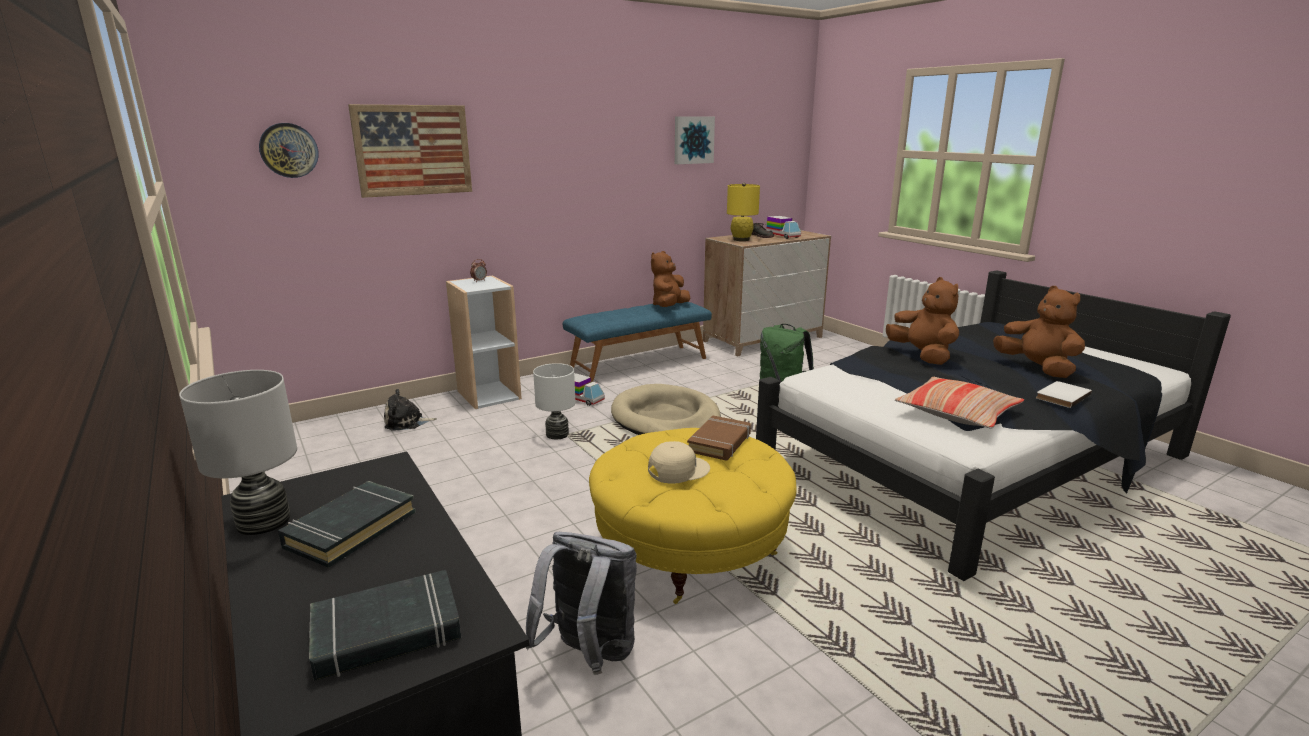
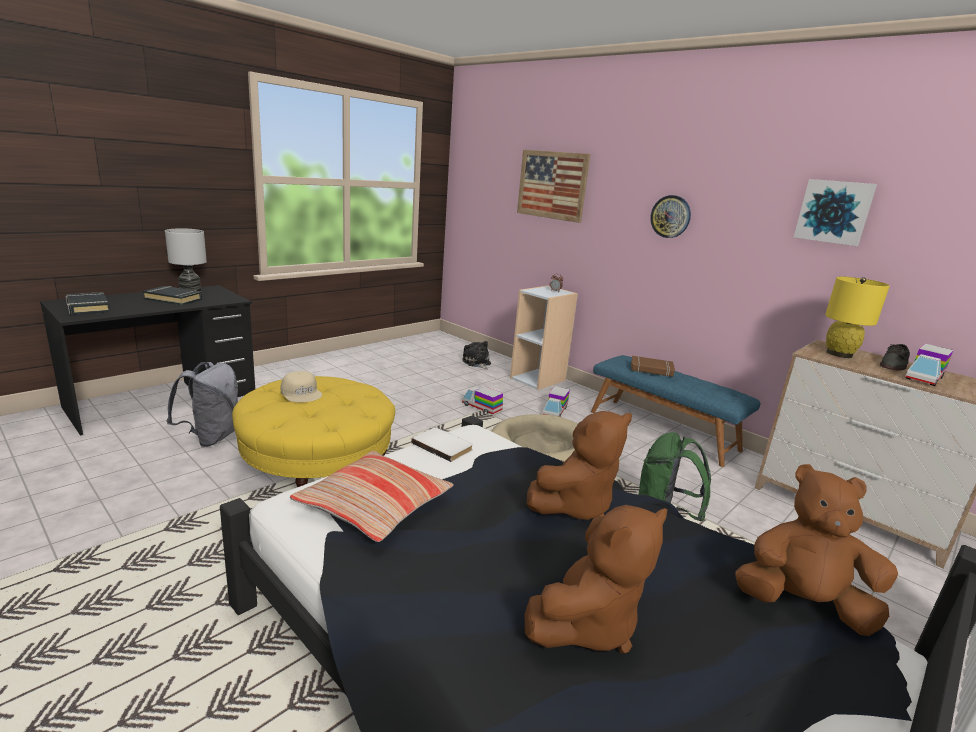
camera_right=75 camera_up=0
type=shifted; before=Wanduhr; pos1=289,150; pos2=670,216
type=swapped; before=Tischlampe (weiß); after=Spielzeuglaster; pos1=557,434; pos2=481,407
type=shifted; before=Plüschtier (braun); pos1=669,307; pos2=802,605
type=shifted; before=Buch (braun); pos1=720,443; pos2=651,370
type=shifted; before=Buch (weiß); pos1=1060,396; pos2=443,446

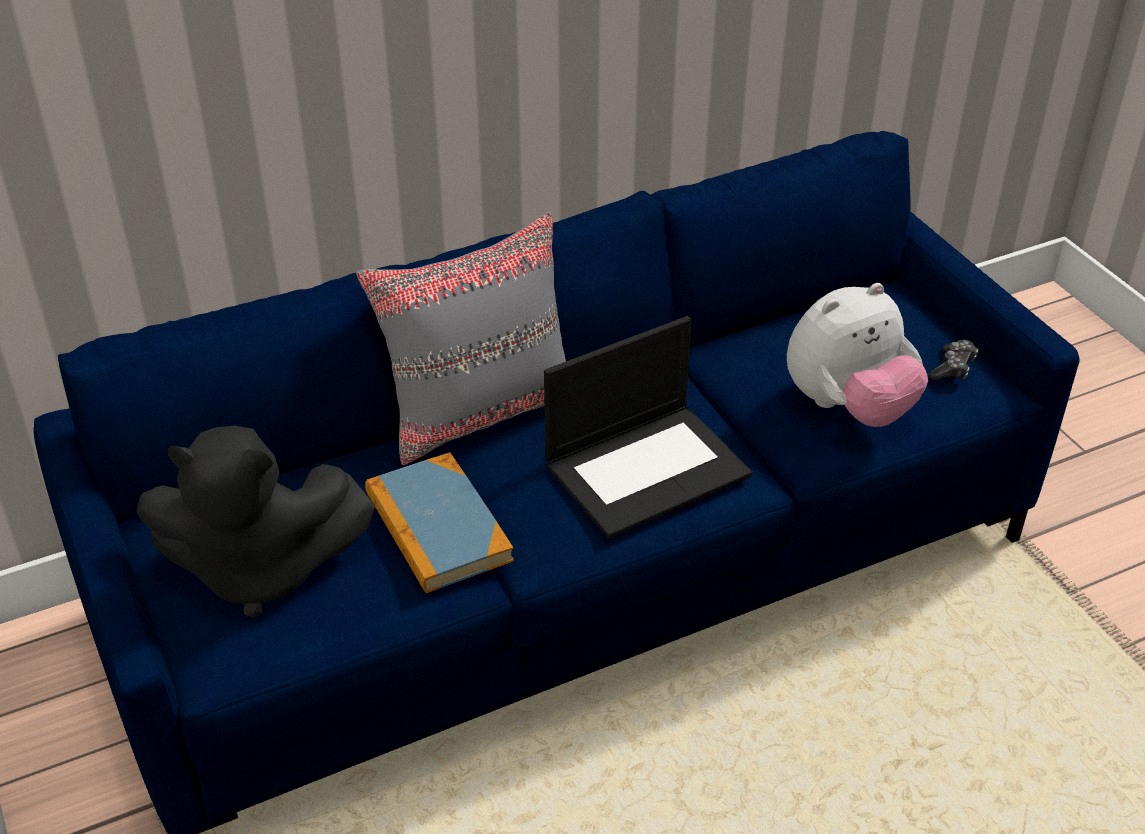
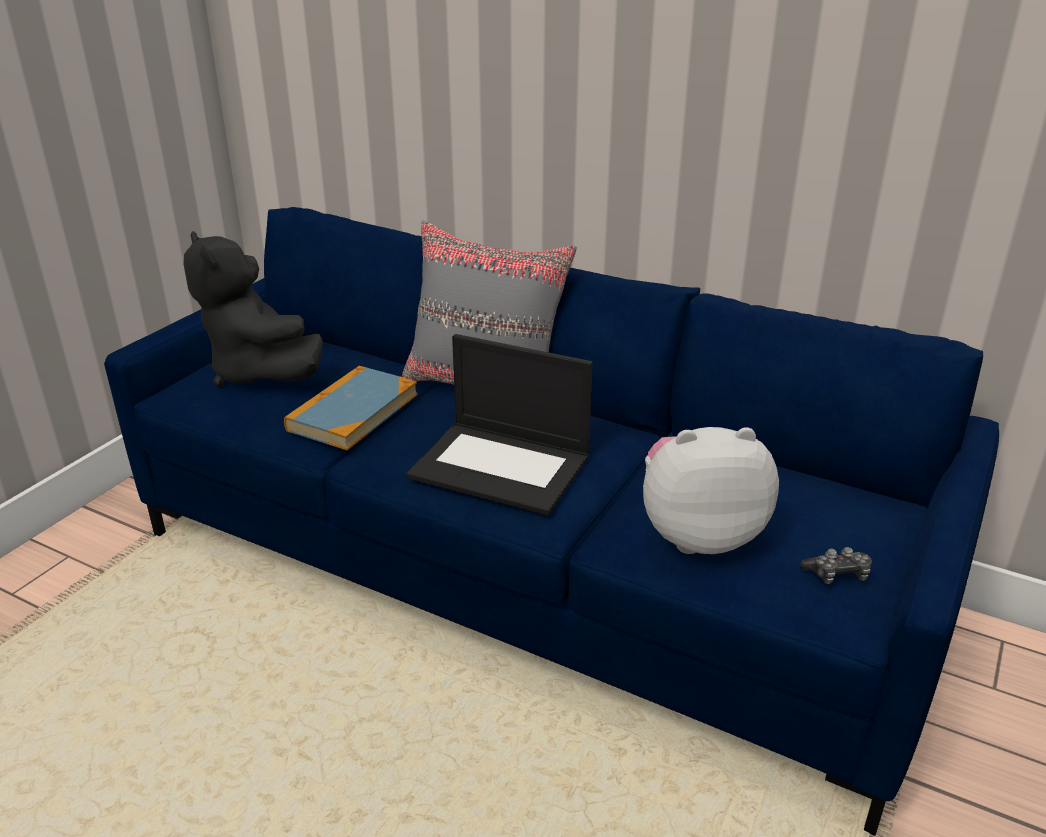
camera_right=55 camera_up=-10
type=rotated; before=Plüschtier; pos1=848,407; pos2=698,534; turn=150

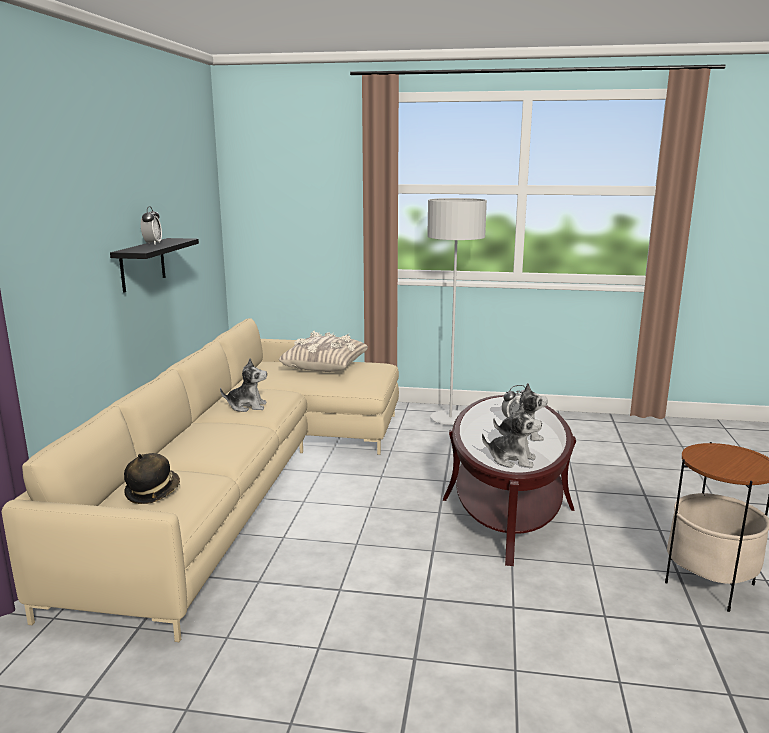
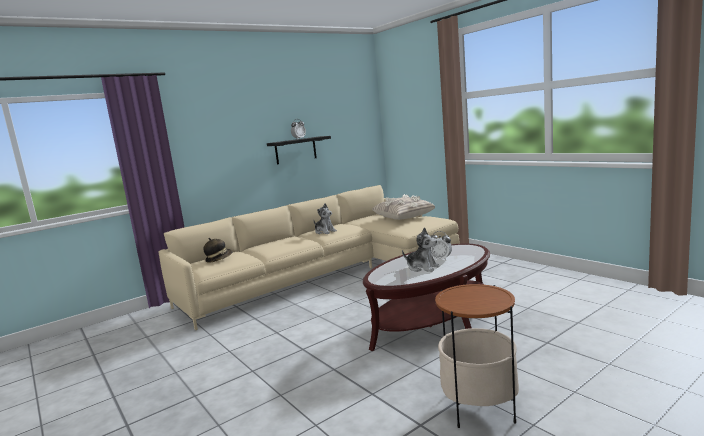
camera_right=45 camera_up=-5
type=gone; before=Stehlampe (grau); pos1=450,419
type=gone; before=Plüschtier; pos1=512,460

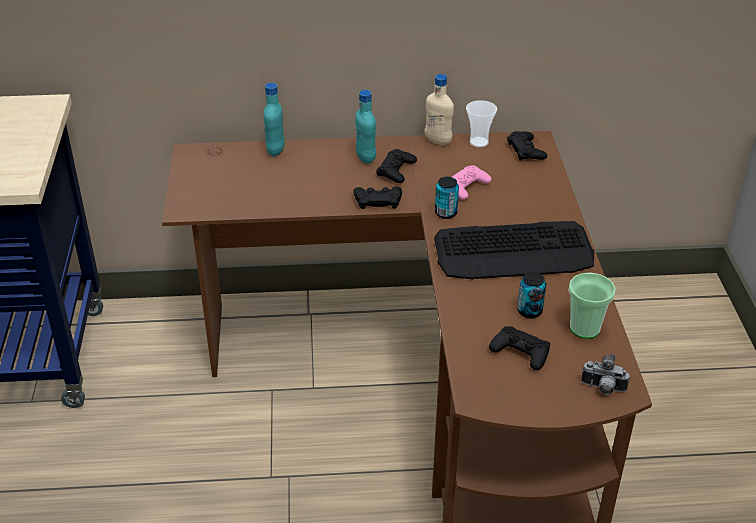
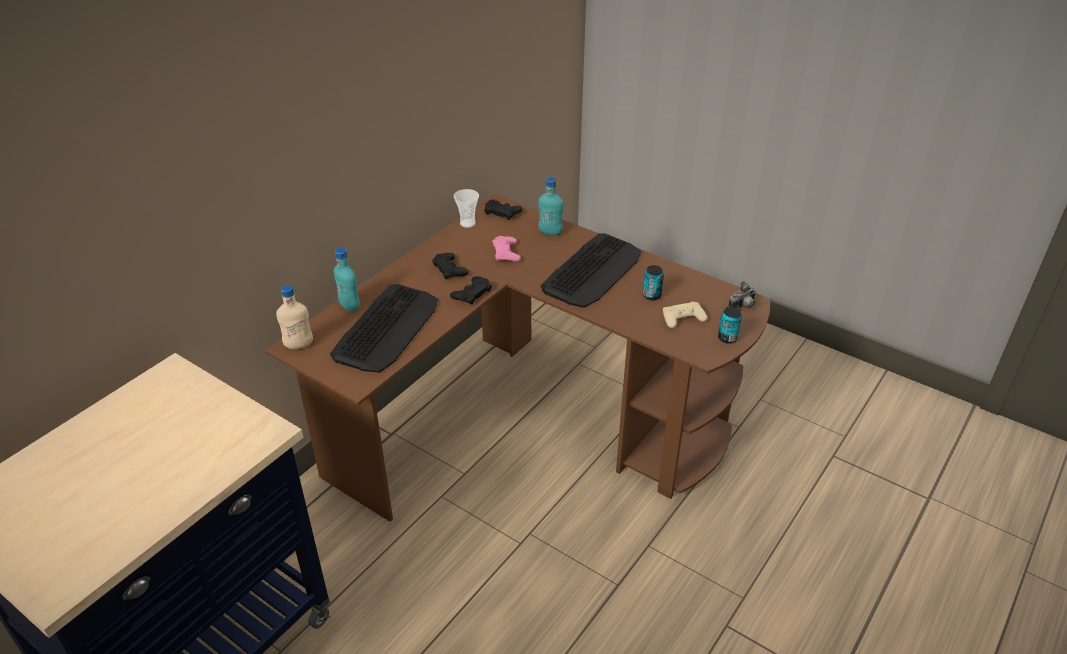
camera_right=-50 camera_up=0
type=shifted; before=Flasche (türkis); pos1=365,158; pos2=550,232
type=shifted; before=Flasche (beige); pos1=438,141; pos2=299,345
type=shifted; before=Dose; pos1=445,213; pos2=727,338
type=repainted; before=Gamepad (schwarz); after=Gamepad (beige); pos1=520,352; pos2=683,318
type=gone; before=Tasse; pos1=585,328
type=new; after=Tastatur; pos2=387,328

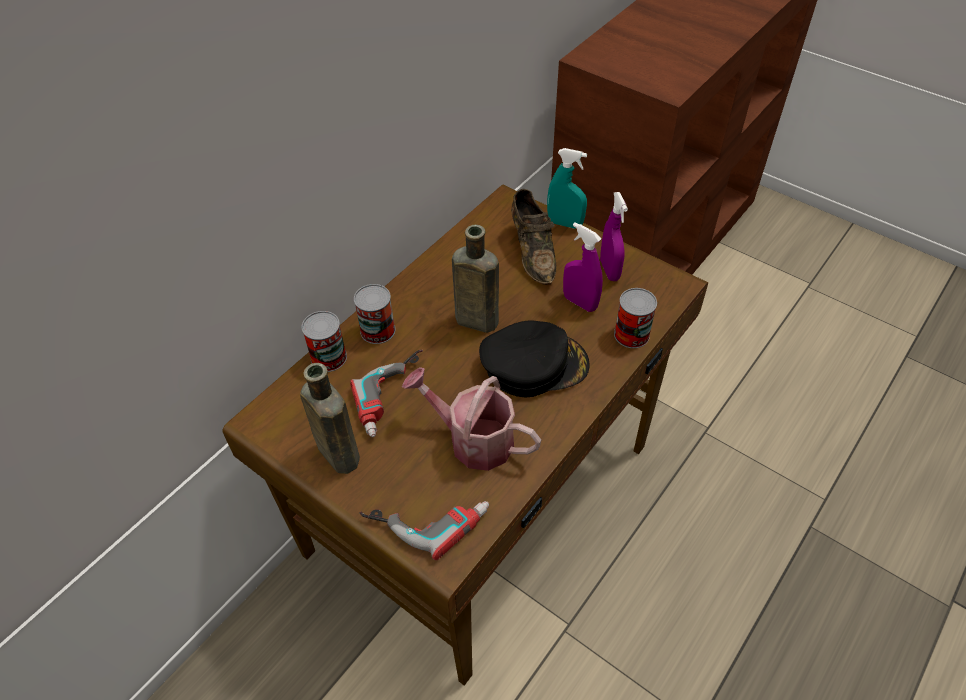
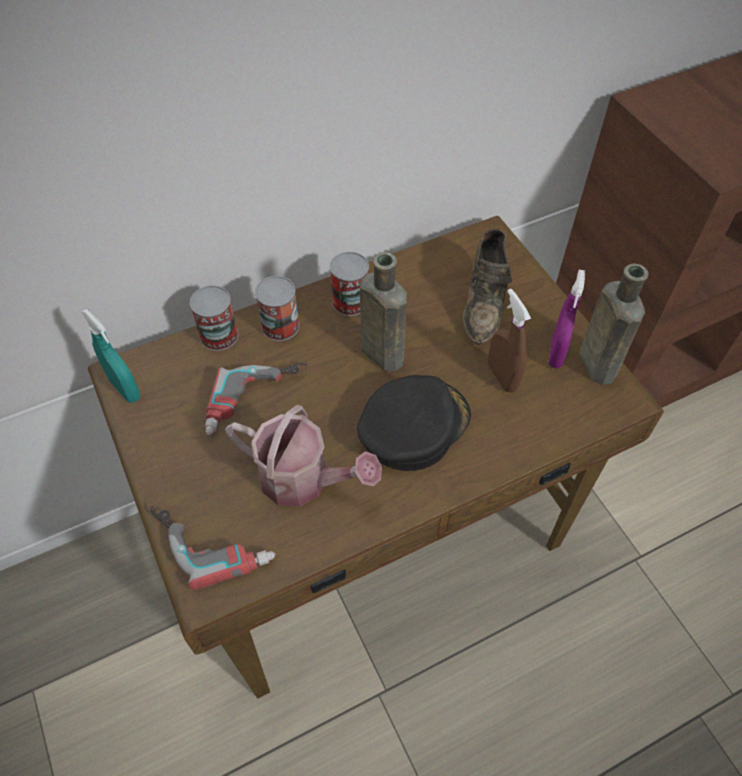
camera_right=25 camera_up=5
type=shifted; before=Flasche (braun); pos1=337,452; pos2=595,362
type=rotated; before=Gießkanne; pos1=473,439; pos2=304,479; turn=150
type=rotated; before=Kappe (schwarz); pos1=534,364; pos2=413,425; turn=-60
type=shifted; before=Sprühflasche (türkis); pos1=565,223; pos2=125,389
type=repainted; before=Sprühflasche (lila); after=Sprühflasche (braun); pos1=580,302; pos2=502,377
type=shifted; before=Dose; pos1=631,334; pos2=350,301

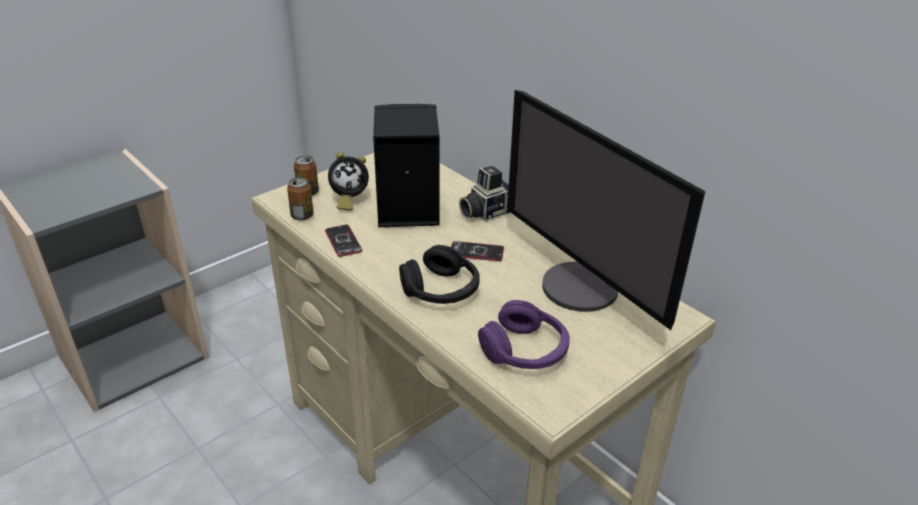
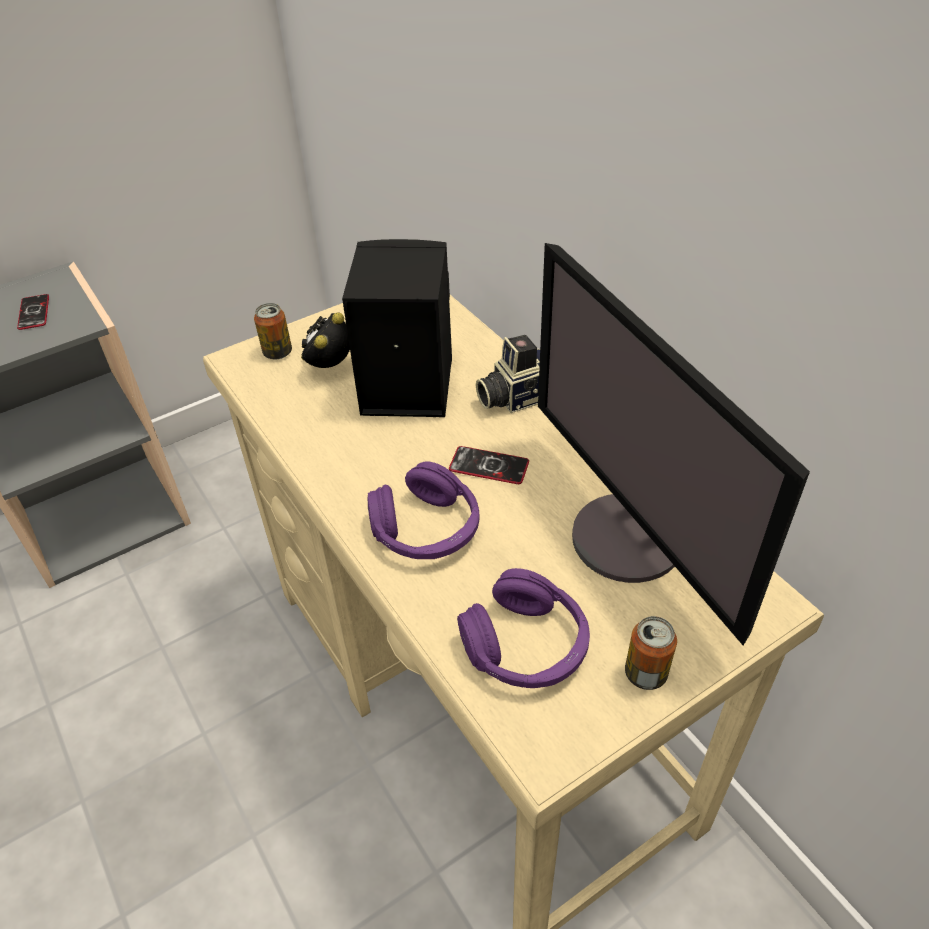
camera_right=10 camera_up=10
type=shifted; before=Dose; pos1=302,216; pos2=646,673
type=shifted; before=Handy; pos1=343,241; pos2=34,313
type=rotated; before=Wecker; pos1=348,200; pos2=329,367; turn=120
type=repainted; before=Kopfhörer (schwarz); after=Kopfhörer (lila); pos1=441,290; pos2=426,529

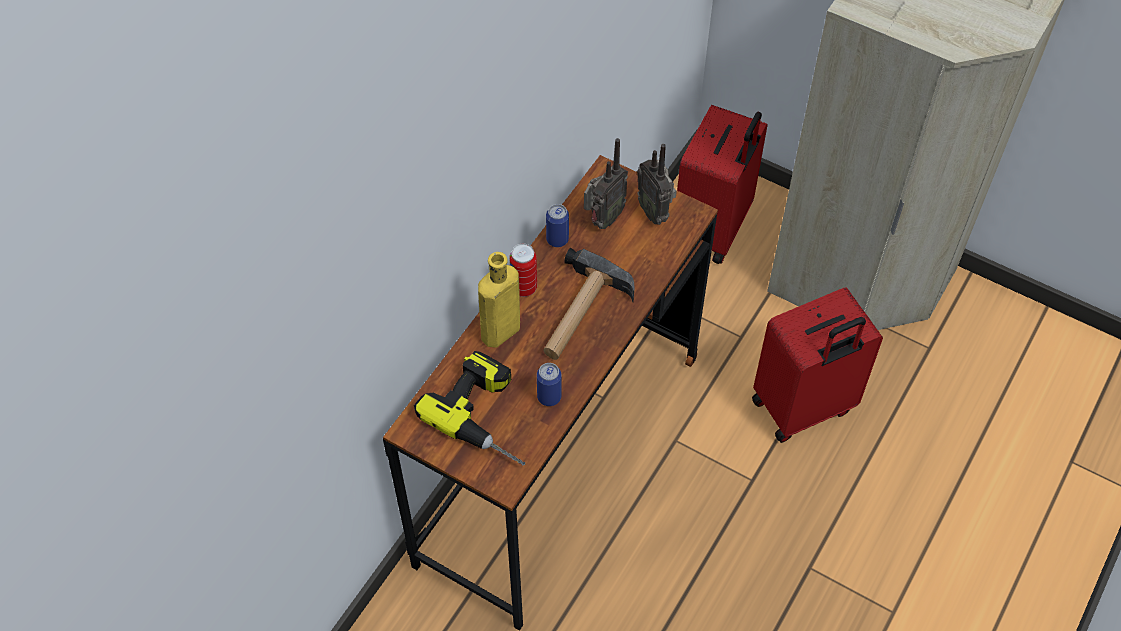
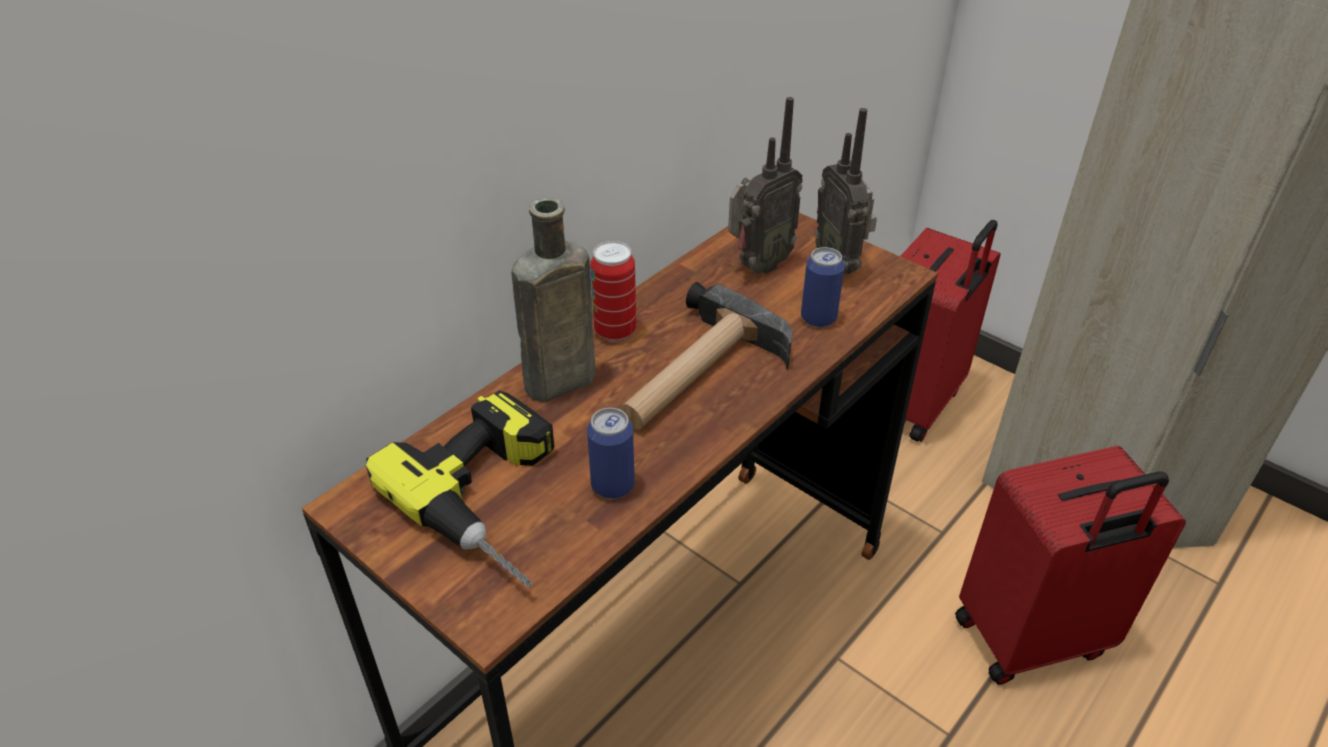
camera_right=10 camera_up=-15
type=repainted; before=Flasche (gelb); after=Flasche (braun); pos1=498,333; pos2=555,384
type=shifted; before=Dose; pos1=557,240; pos2=818,318

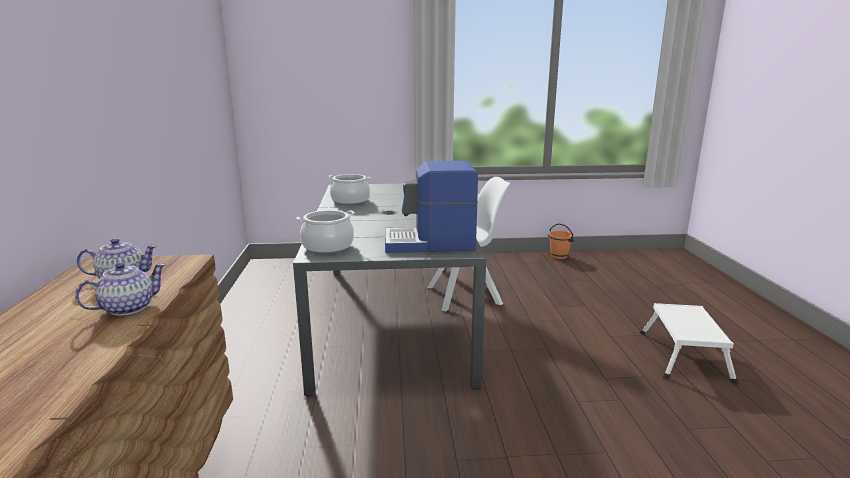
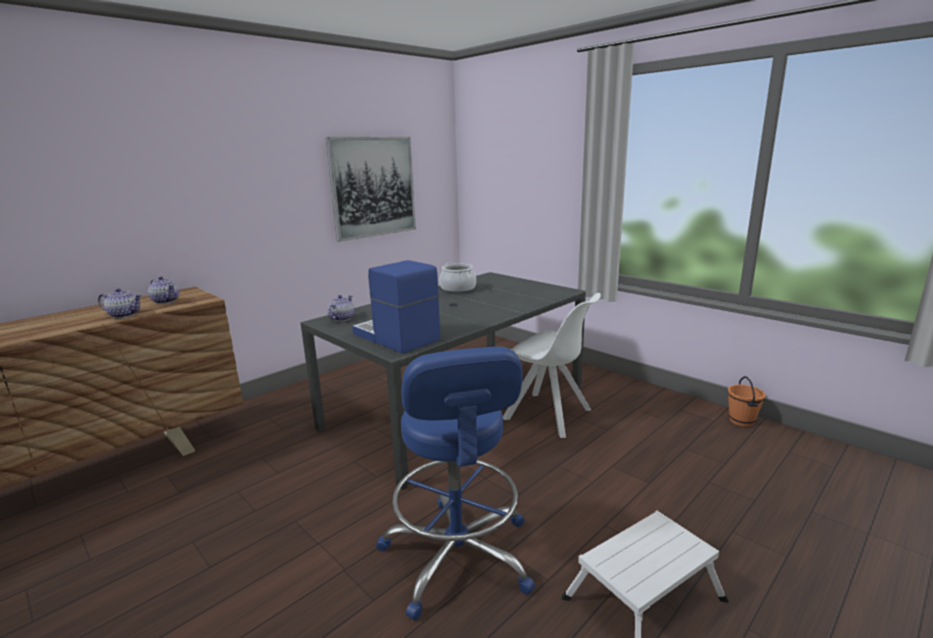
camera_right=50 camera_up=0
type=swapped; before=Kochtopf; after=Teekanne; pos1=328,247; pos2=341,318
type=new; after=Bild; pos2=373,187
type=new; after=Hocker (blau); pos2=458,558

